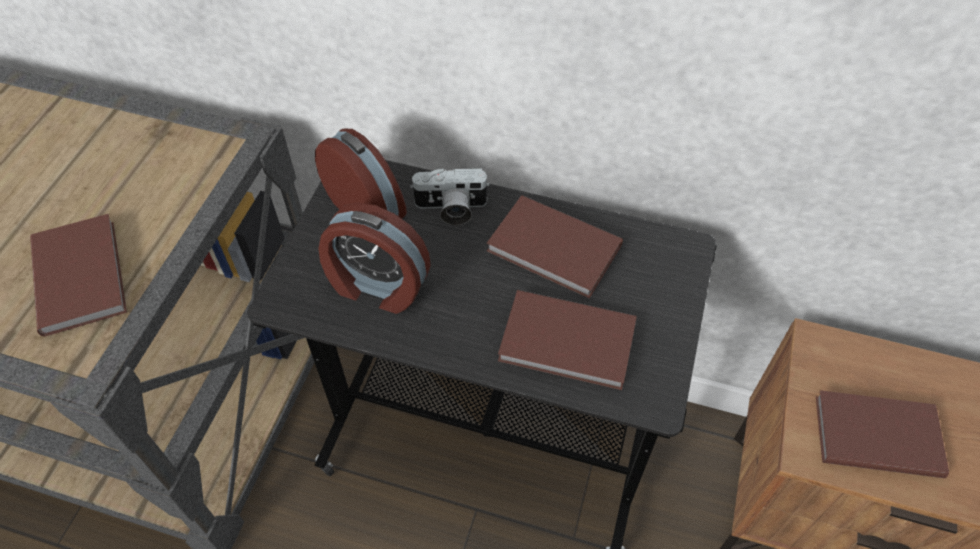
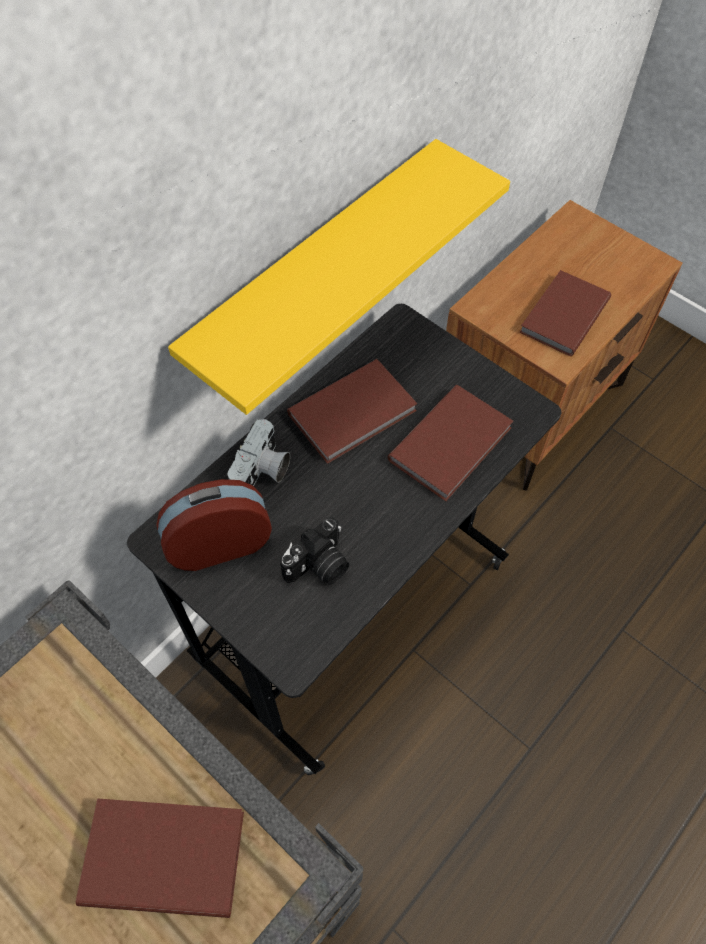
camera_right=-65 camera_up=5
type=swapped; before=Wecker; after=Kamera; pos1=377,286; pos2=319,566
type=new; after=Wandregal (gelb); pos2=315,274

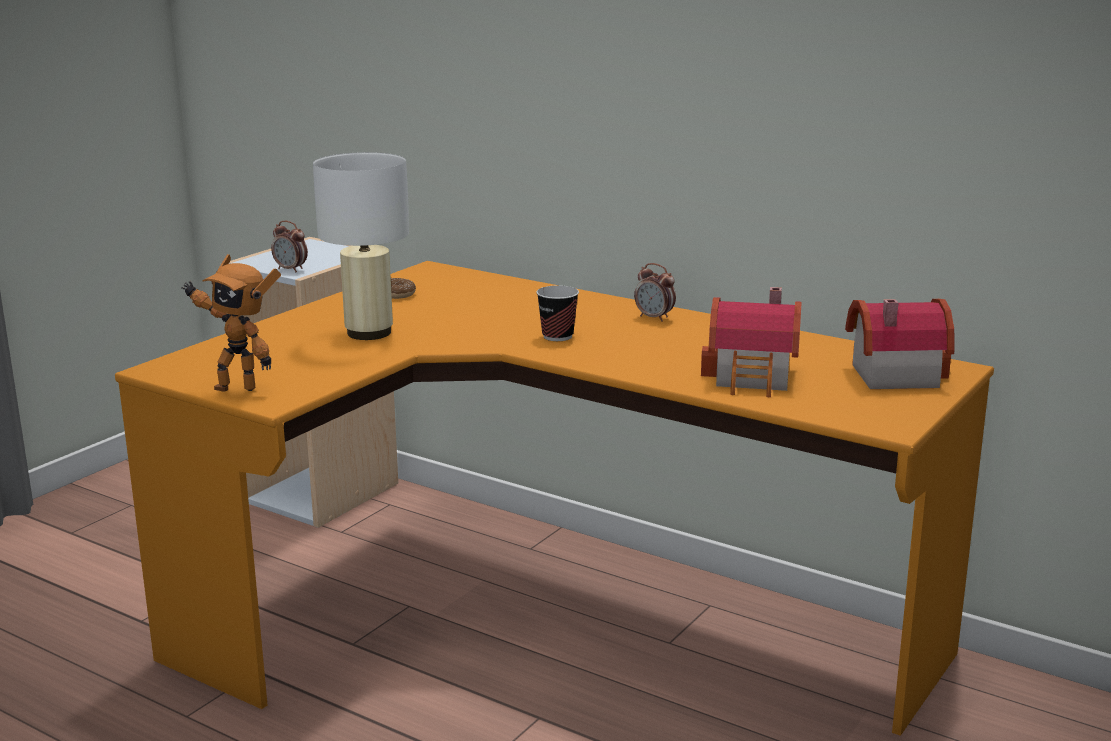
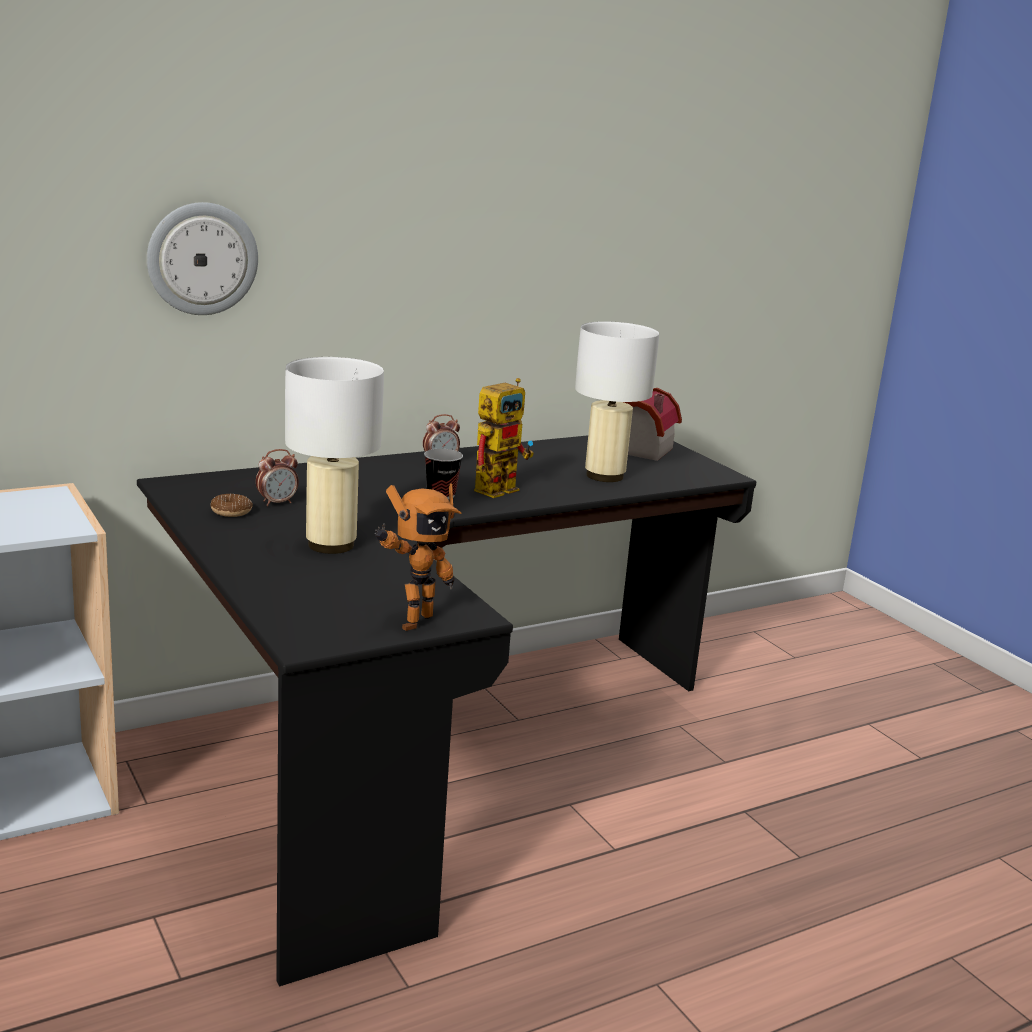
camera_right=-65 camera_up=0
type=repainted; before=Schreibtisch (orange); after=Schreibtisch (schwarz); pos1=545,616; pos2=429,753
type=shifted; before=Wecker; pos1=291,270; pos2=277,503
type=swapped; before=Spielzeughaus; after=Tischlampe (weiß); pos1=755,378; pos2=606,476
type=new; after=Wanduhr; pos2=202,259
type=new; after=Spielzeugroboter; pos2=500,487

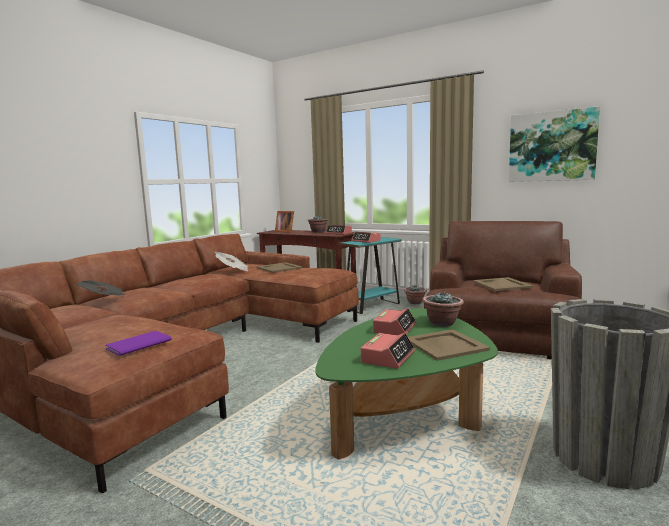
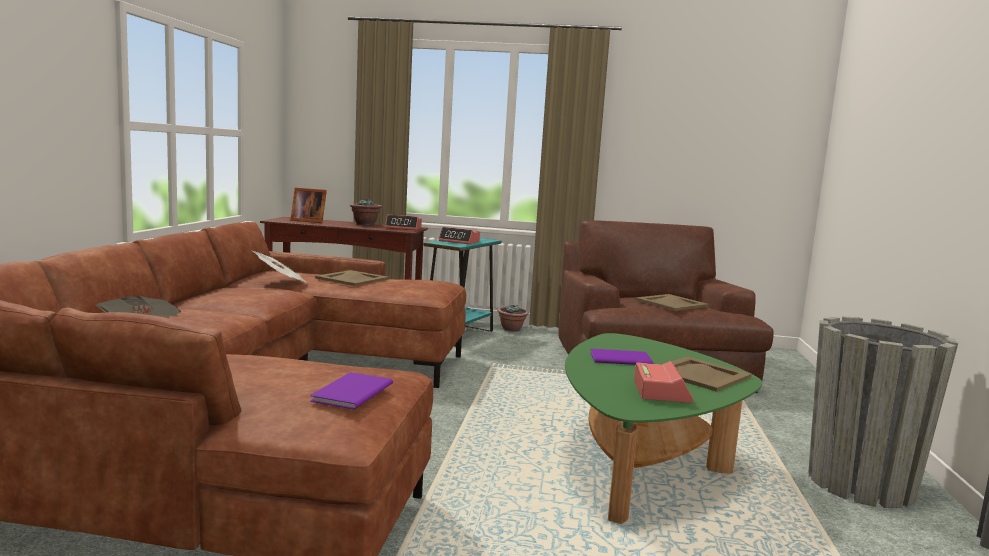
camera_right=-25 camera_up=0
type=swapped; before=Wecker; after=Buch (lila); pos1=394,328; pos2=618,358
type=gone; before=Topfpflanze; pos1=442,323
type=gone; before=Bild; pos1=552,146

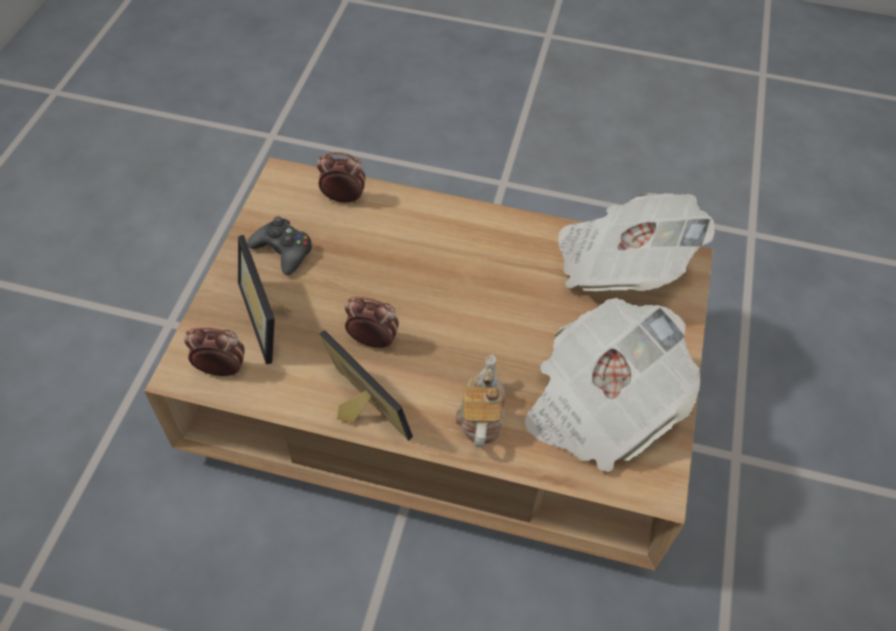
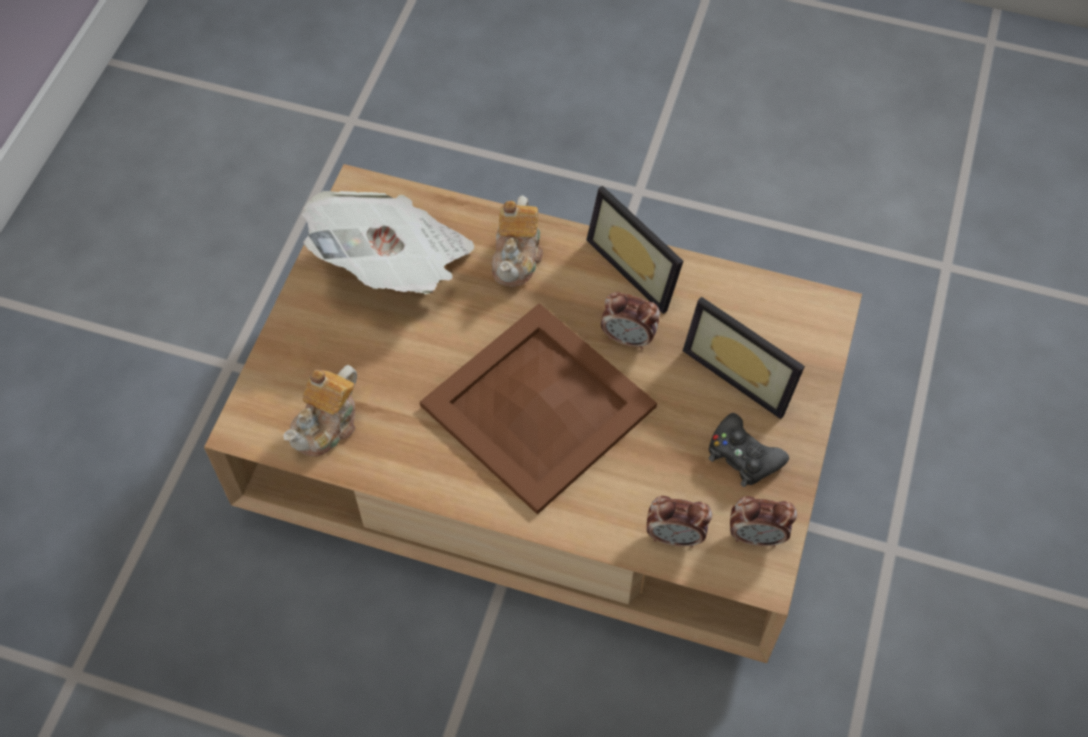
camera_right=-175 camera_up=5
type=shifted; before=Wecker; pos1=221,369; pos2=756,536
type=rotated; before=Bilderrahmen; pos1=271,316; pos2=744,370; turn=150
type=swapped; before=Zeitung; after=Teekanne; pos1=620,265; pos2=327,425
type=new; after=Tablett (braun); pos2=538,404

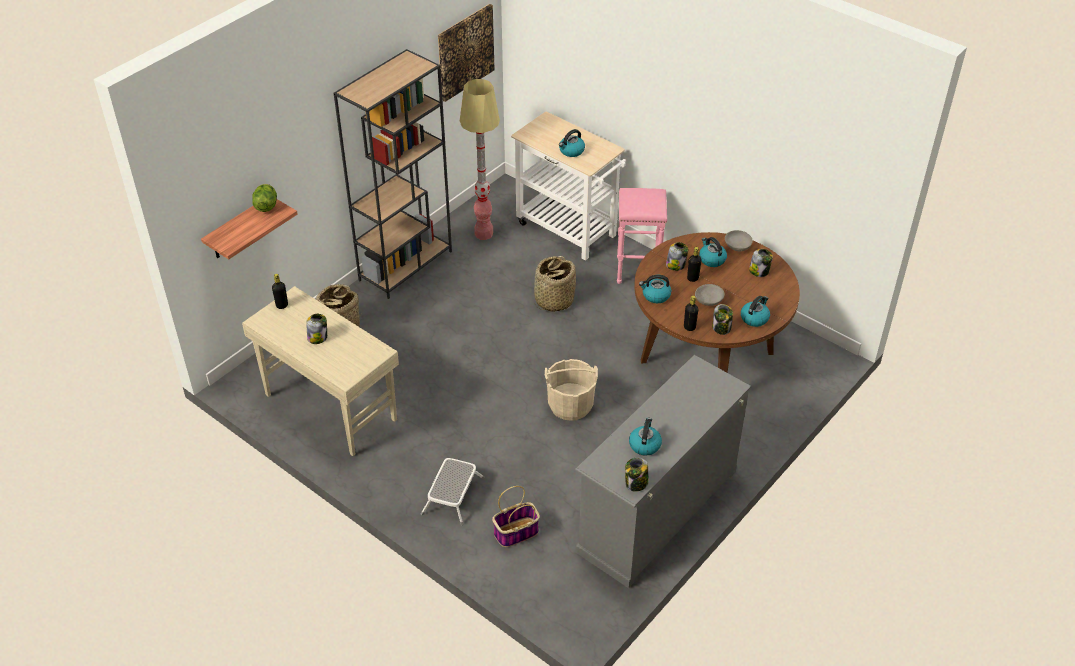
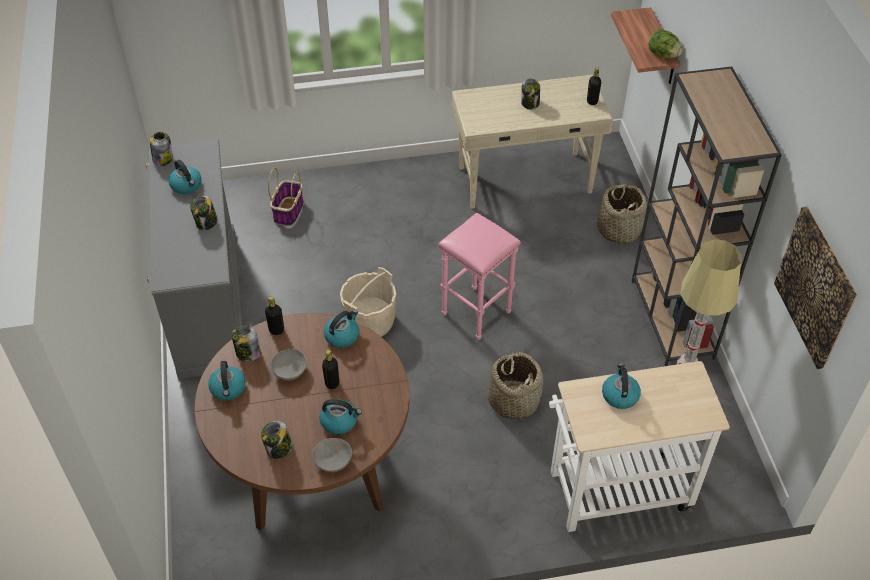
camera_right=130 camera_up=5
type=gone; before=Trittleiter (grau); pos1=453,496
type=shifted; before=Hocker (rosa); pos1=636,269; pos2=478,312
type=shifted; before=Vorratsglas; pos1=676,265; pos2=206,222

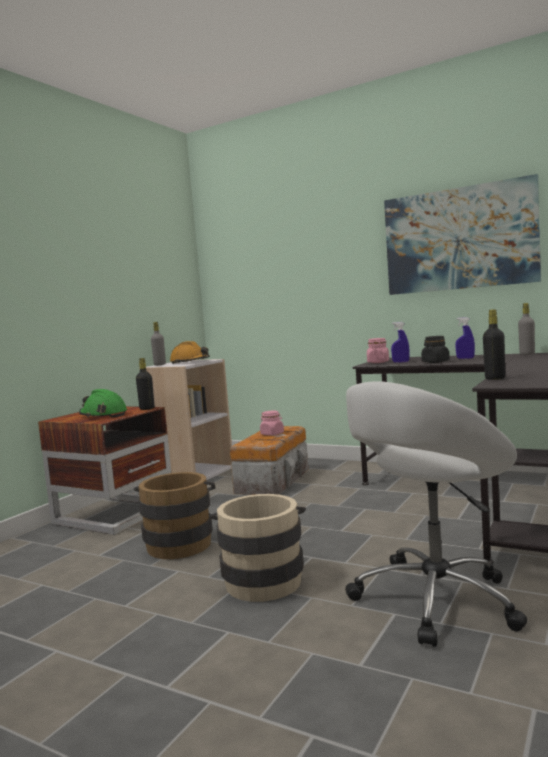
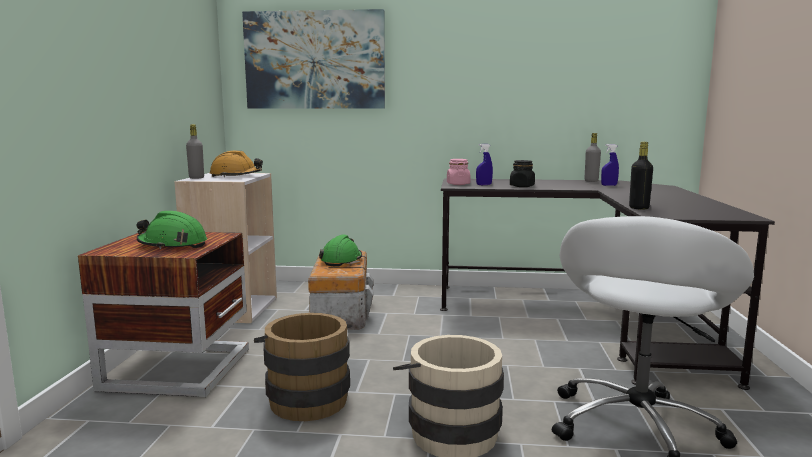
camera_right=-25 camera_up=5
type=gone; before=Flasche (schwarz); pos1=147,409
type=swapped; before=Vorratsglas (rosa); after=Schutzhelm (grün); pos1=272,434; pos2=341,260
type=shifted; before=Bild; pos1=459,239; pos2=315,60
type=shifted; before=Sprühflasche (blau); pos1=465,358; pos2=609,185

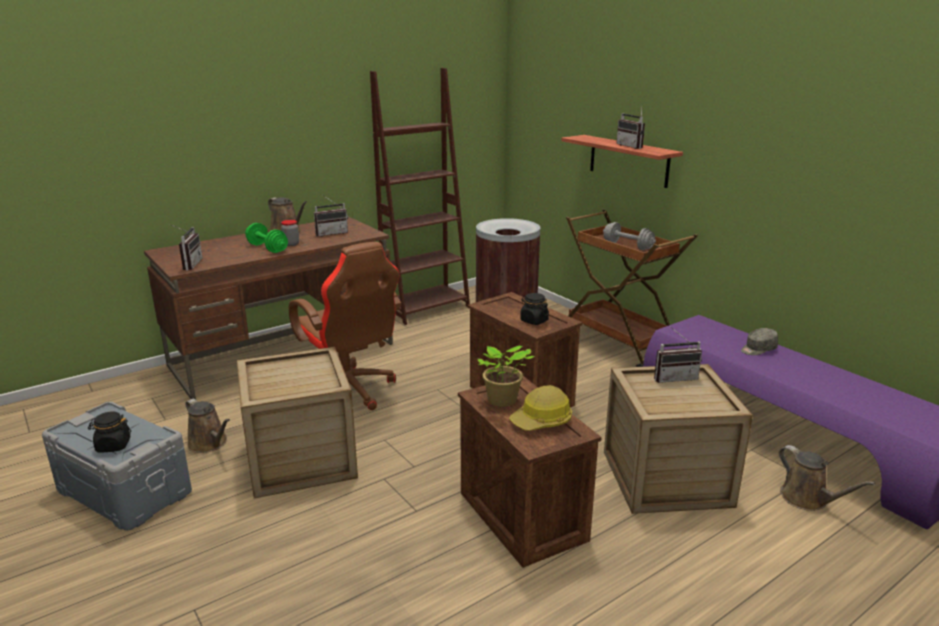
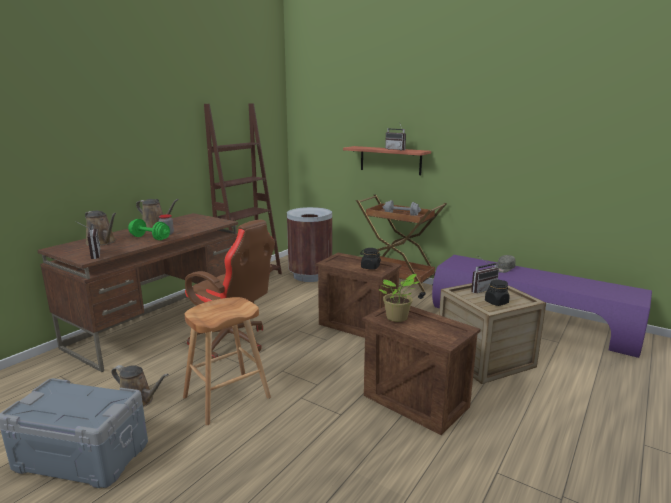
camera_right=-20 camera_up=-5
type=shifted; before=Vorratsglas (schwarz); pos1=113,446; pos2=496,302
type=swapped; before=Kiste; after=Hocker (braun); pos1=301,460; pos2=226,398
type=gone; before=Radio; pos1=331,233
type=gone; before=Schutzhelm; pos1=542,421
type=shifted; before=Gießkanne (braun); pos1=807,499; pos2=102,242

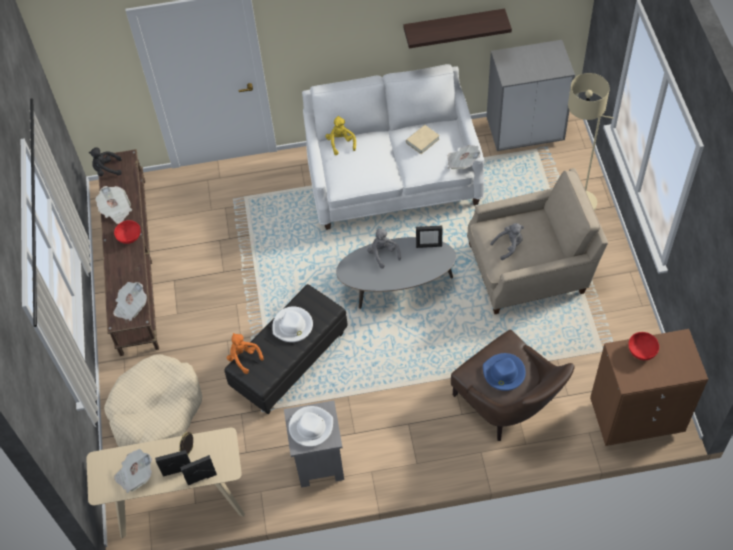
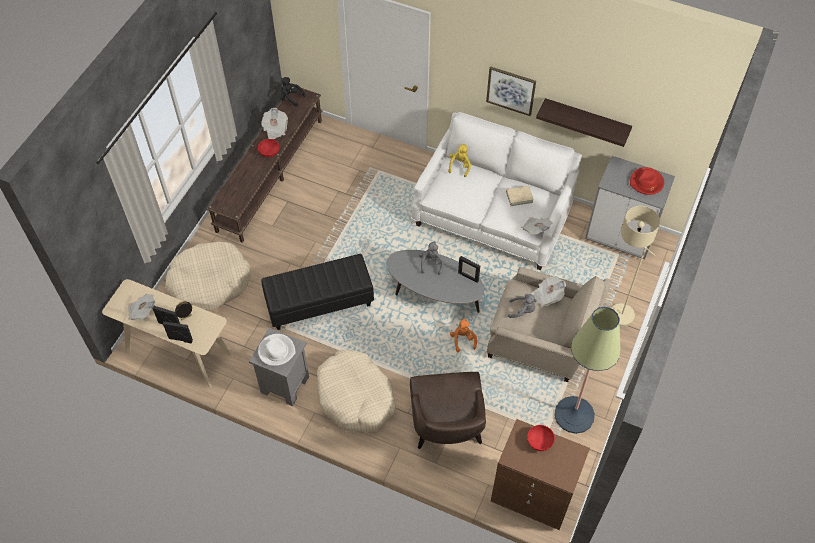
camera_right=30 camera_up=0
type=shifted; before=Zeitung; pos1=131,306; pos2=547,295
type=shifted; before=Plüschtier (orange); pos1=244,358; pos2=462,340
type=gone; before=Hut (weiß); pos1=293,326
type=gone; before=Hut (blau); pos1=504,373
type=new; after=Hundebett (beige); pos2=355,397
type=new; after=Bild; pos2=511,90
type=new; after=Stehlampe; pos2=574,415
type=new; after=Hut (rot); pos2=646,182

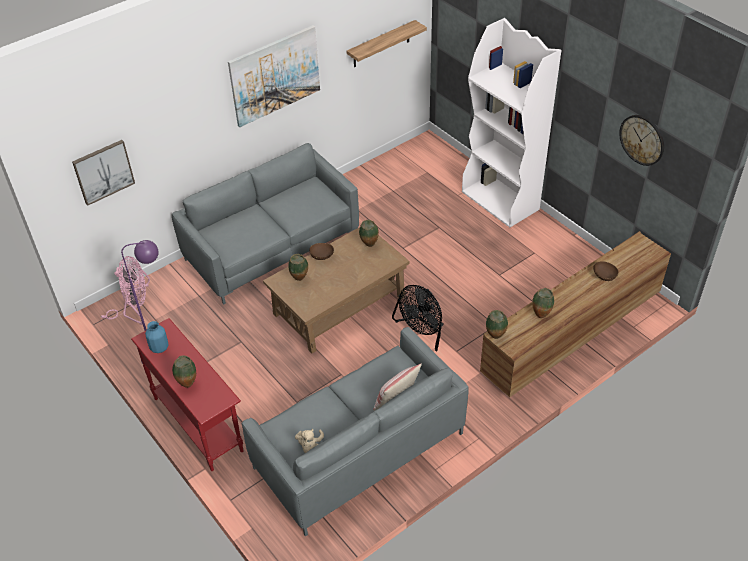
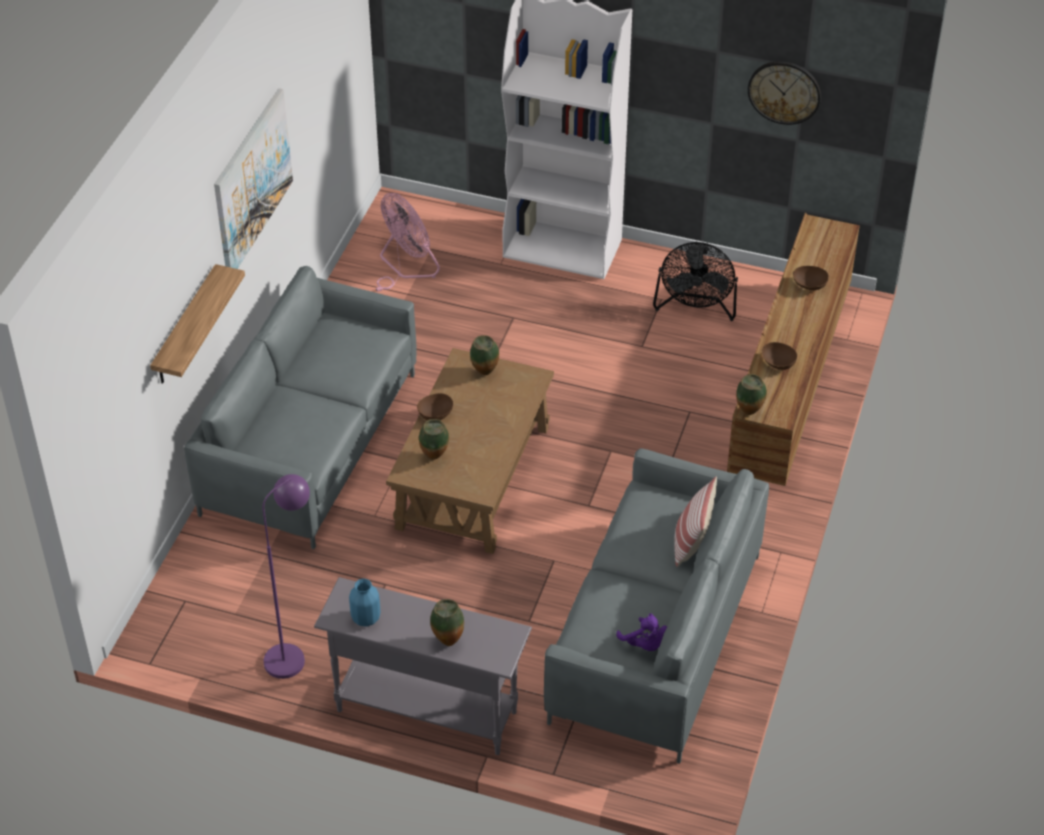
camera_right=-35 camera_up=0
type=gone; before=Bild; pos1=103,171
type=shifted; before=Ventilator (rosa); pos1=133,306; pos2=402,265
type=repainted; before=Konsolentisch (rot); after=Konsolentisch (grau); pos1=198,423; pos2=426,710
type=repainted; before=Plüschtier (beige); after=Plüschtier (lila); pos1=311,447; pos2=644,644
type=shifted; before=Wandregal; pos1=381,44; pos2=185,327
type=shifted; before=Ventilator (schwarz); pos1=422,328; pos2=693,304
type=swapped; before=Vase; after=Schüssel (braun); pos1=540,315; pos2=777,364

